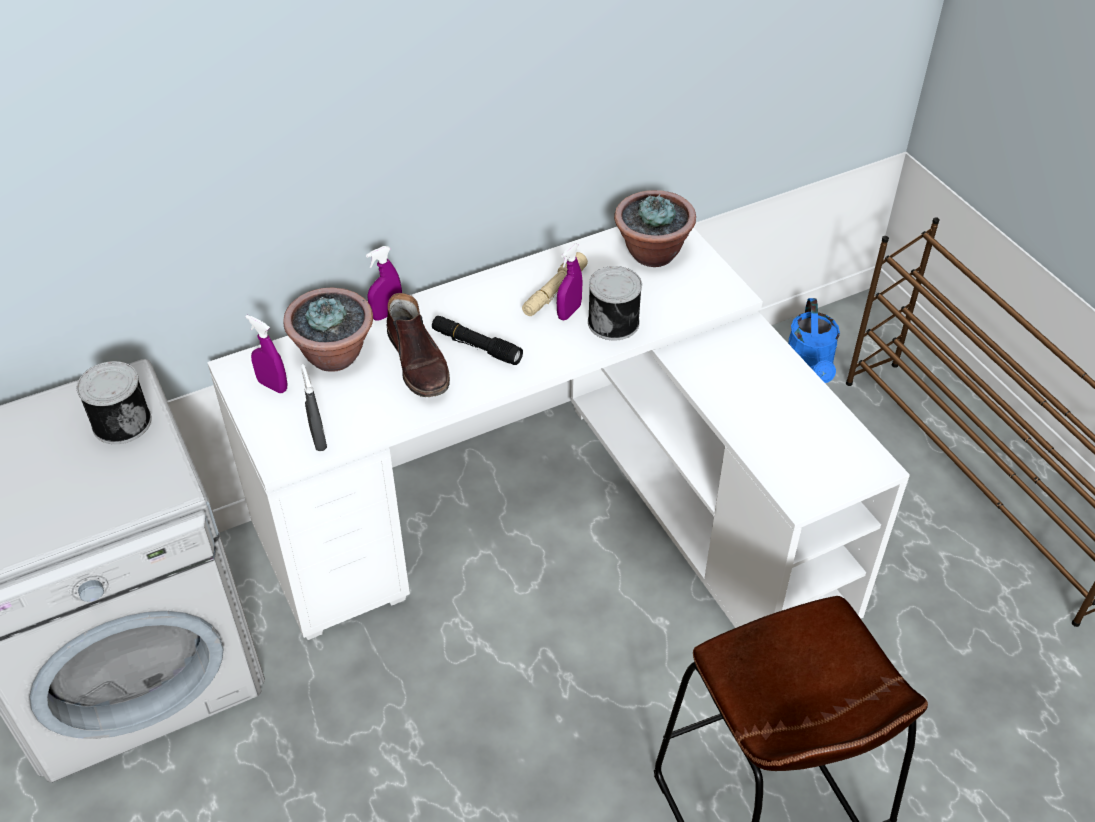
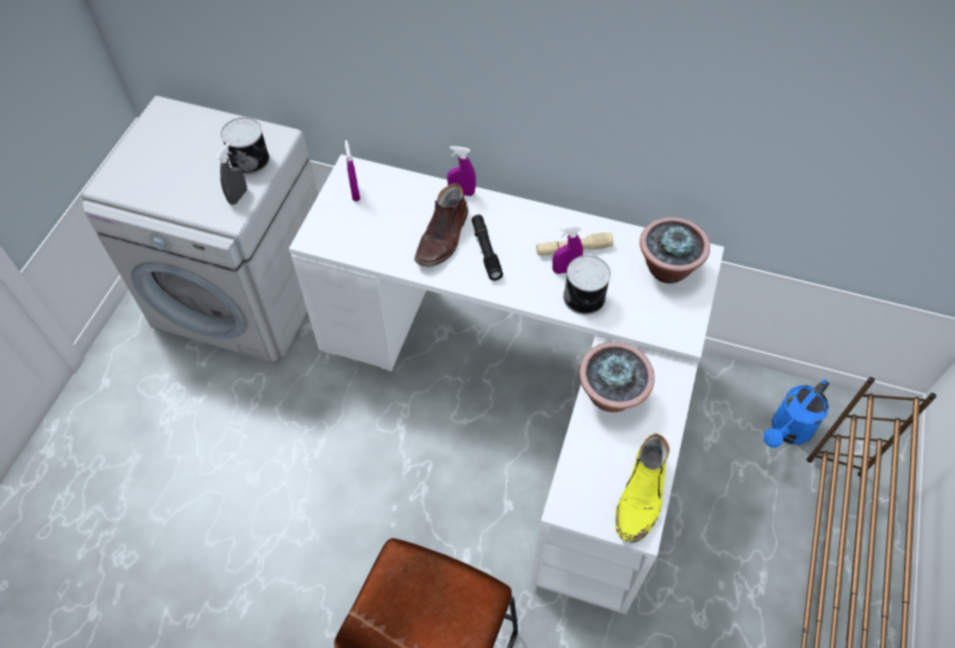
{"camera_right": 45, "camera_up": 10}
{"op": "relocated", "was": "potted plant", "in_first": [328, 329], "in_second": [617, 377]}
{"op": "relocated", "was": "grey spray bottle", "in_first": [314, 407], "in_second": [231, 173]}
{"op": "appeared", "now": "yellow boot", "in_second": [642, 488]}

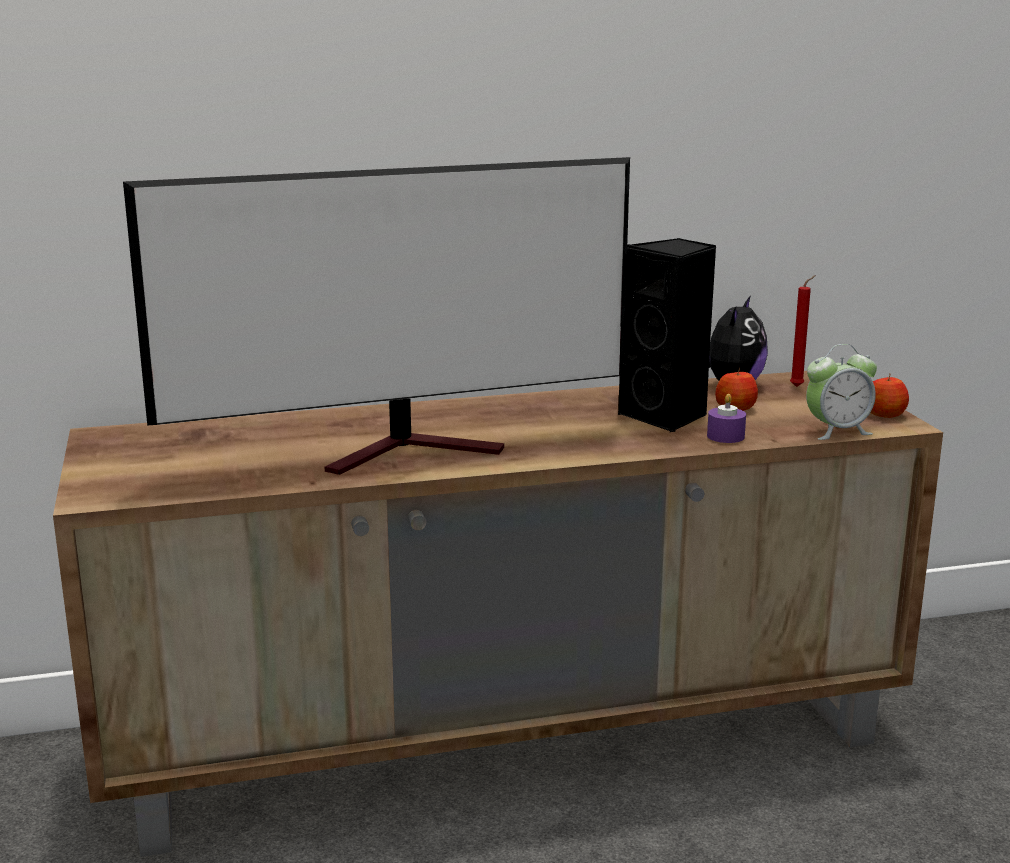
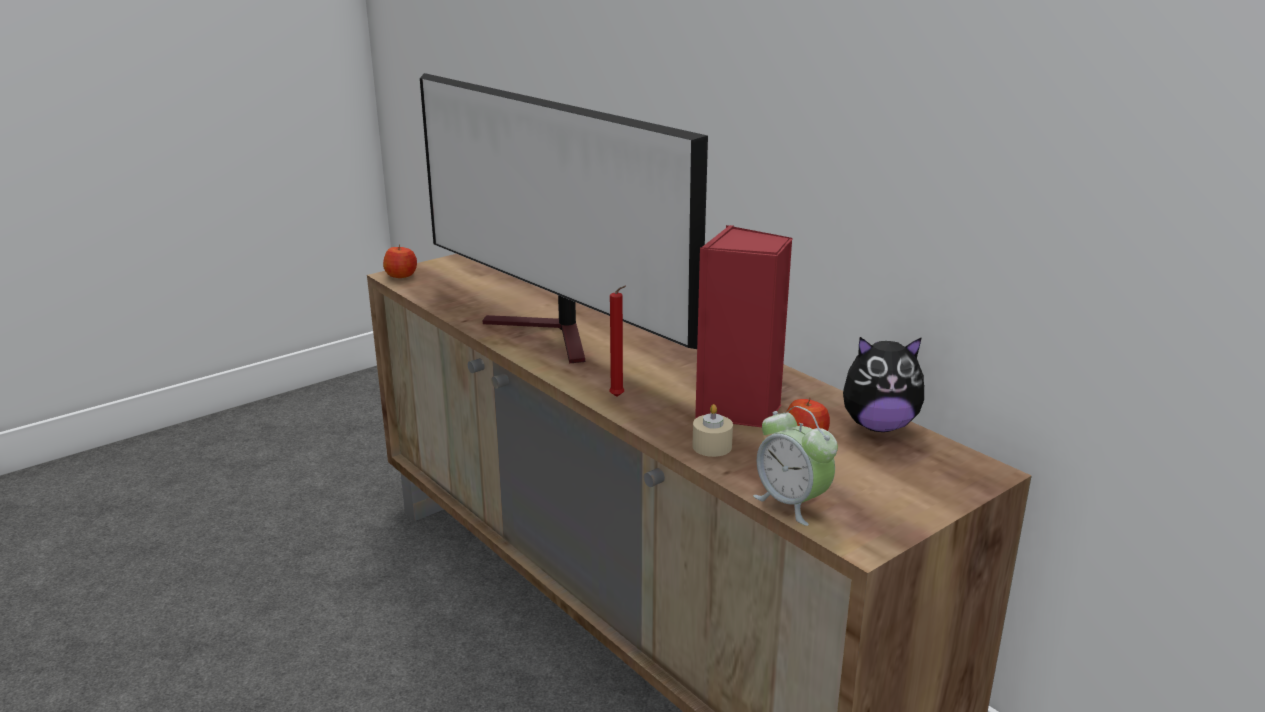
{"camera_right": 65, "camera_up": 5}
{"op": "colour", "was": "black speaker", "now": "red speaker", "in_first": [667, 335], "in_second": [743, 326]}
{"op": "relocated", "was": "red candle", "in_first": [802, 331], "in_second": [617, 341]}
{"op": "relocated", "was": "apple", "in_first": [889, 396], "in_second": [400, 261]}
{"op": "colour", "was": "purple candle", "now": "beige candle", "in_first": [726, 418], "in_second": [712, 430]}

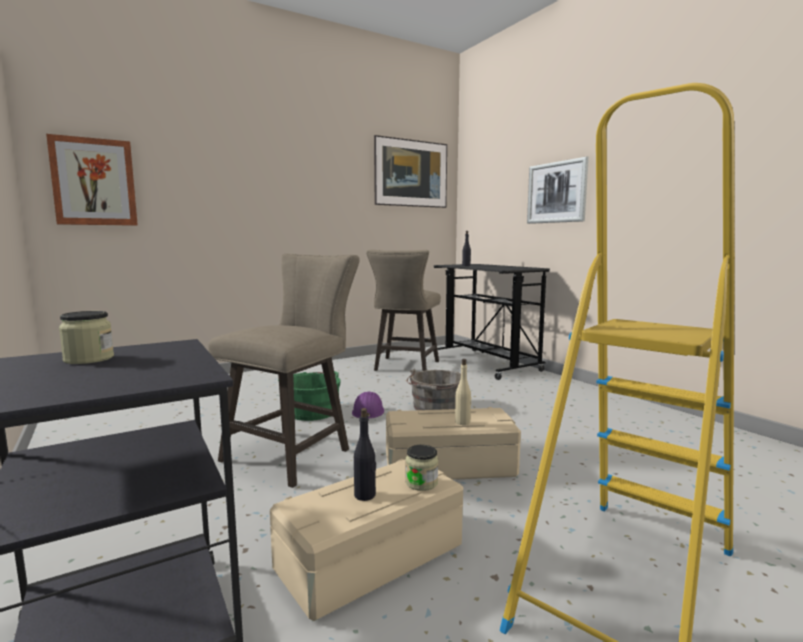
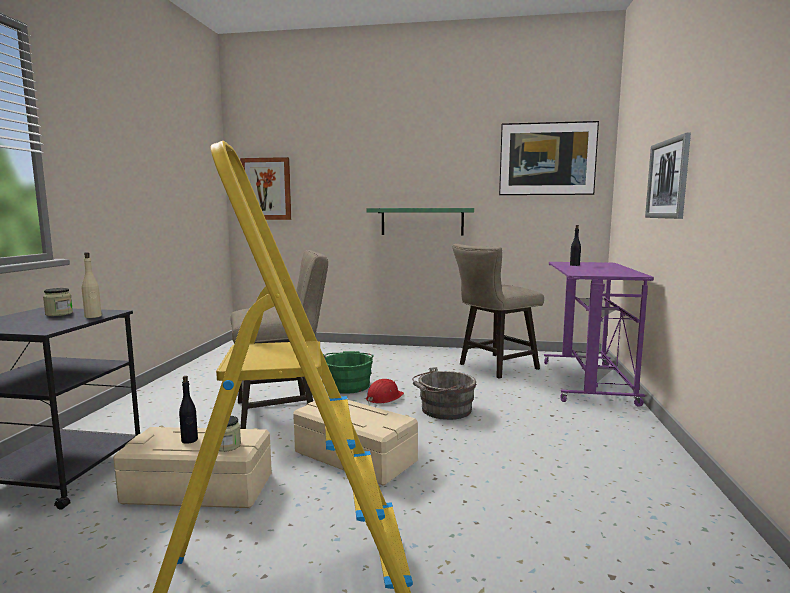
{"camera_right": 40, "camera_up": 0}
{"op": "colour", "was": "black desk", "now": "purple desk", "in_first": [492, 322], "in_second": [599, 334]}
{"op": "relocated", "was": "beige bottle", "in_first": [463, 392], "in_second": [92, 285]}
{"op": "colour", "was": "purple hard hat", "now": "red hard hat", "in_first": [368, 405], "in_second": [385, 391]}
{"op": "appeared", "now": "green shelf", "in_second": [420, 221]}

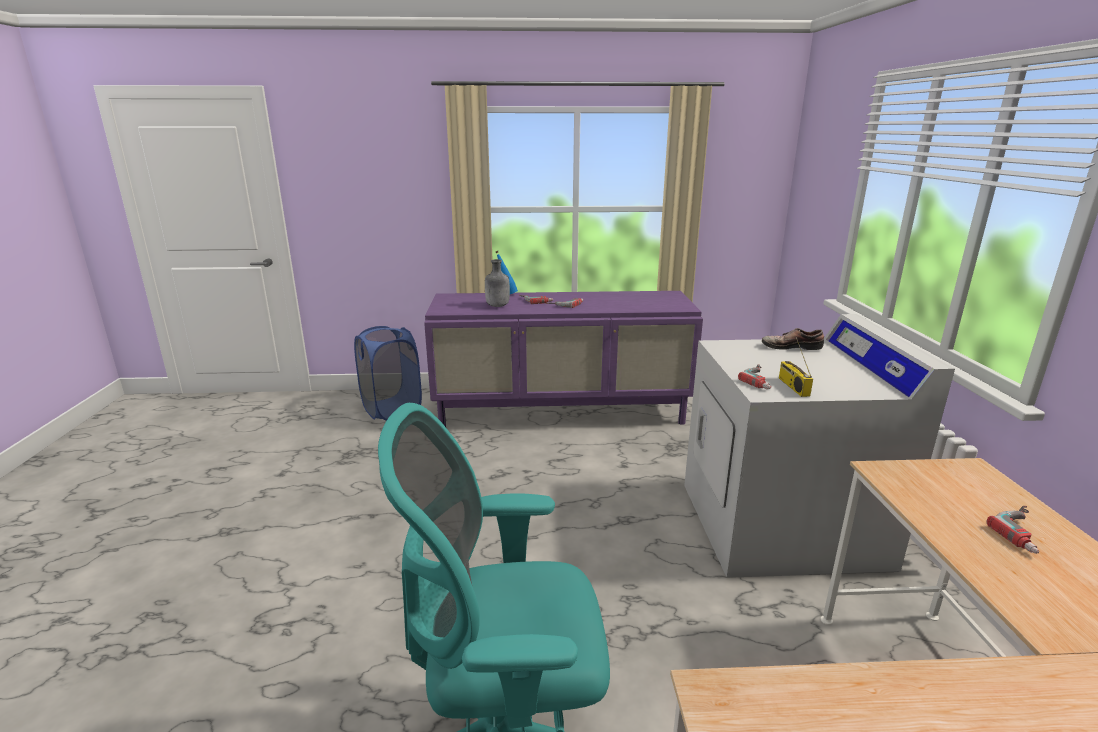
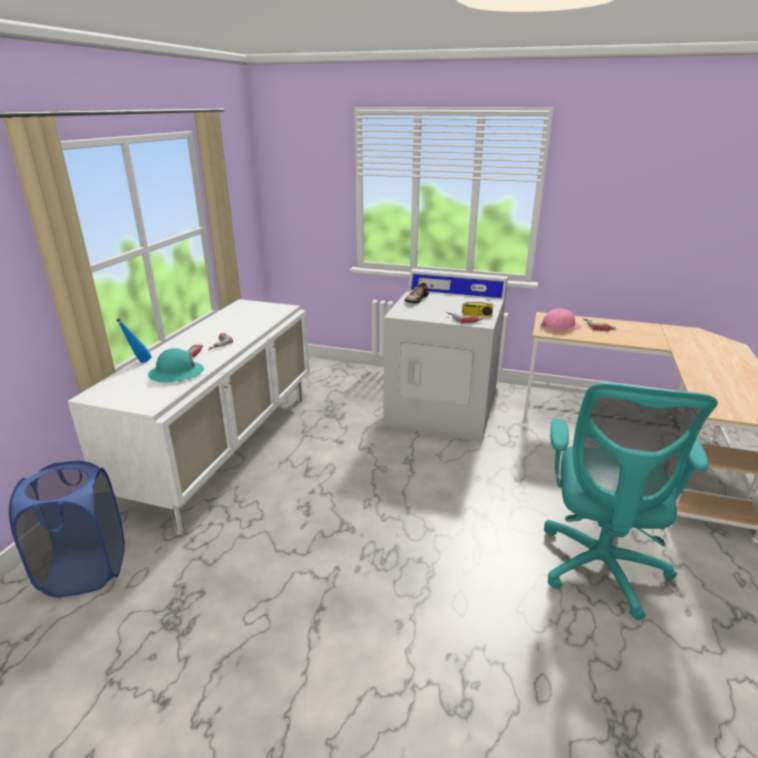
{"camera_right": -70, "camera_up": 5}
{"op": "exchanged", "was": "grey bottle", "now": "turquoise hard hat", "in_first": [497, 283], "in_second": [176, 365]}
{"op": "colour", "was": "purple cabinet", "now": "white cabinet", "in_first": [563, 359], "in_second": [189, 417]}
{"op": "appeared", "now": "pink hard hat", "in_second": [561, 320]}

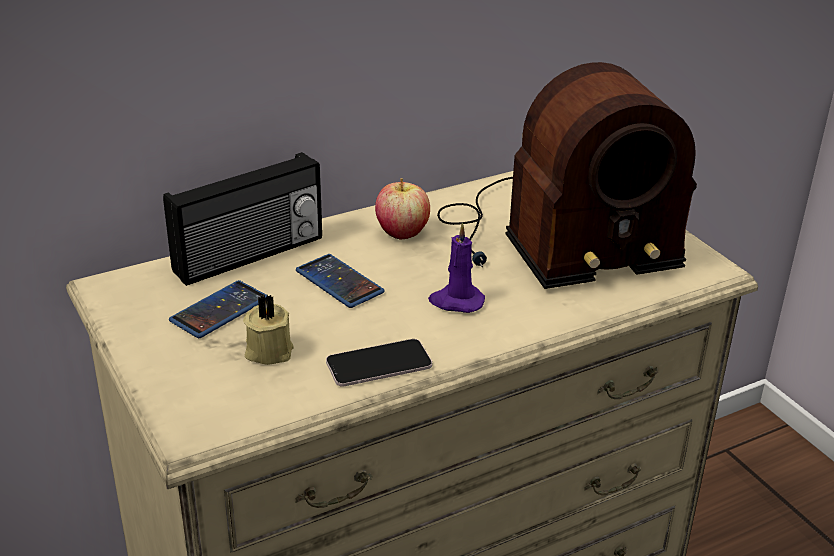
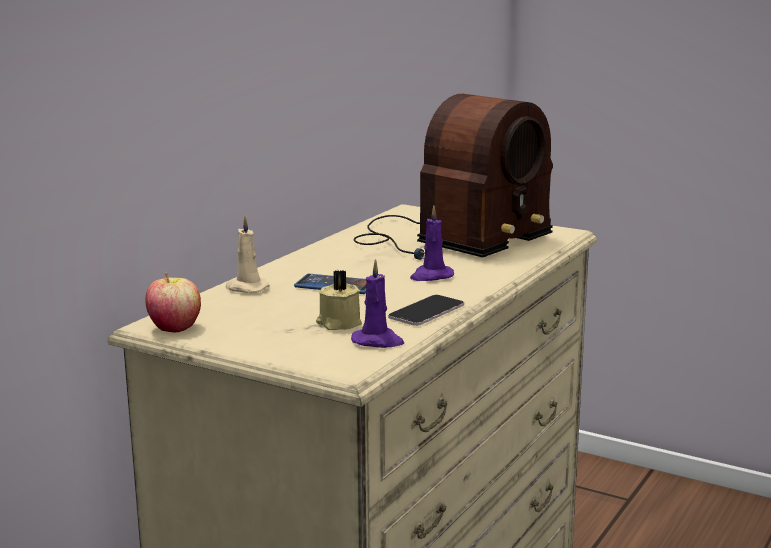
{"camera_right": -30, "camera_up": -15}
{"op": "exchanged", "was": "radio", "now": "beige candle", "in_first": [242, 219], "in_second": [247, 254]}
{"op": "relocated", "was": "apple", "in_first": [402, 209], "in_second": [173, 302]}
{"op": "missing", "was": "phone", "in_first": [218, 309]}
{"op": "appeared", "now": "purple candle", "in_second": [377, 303]}

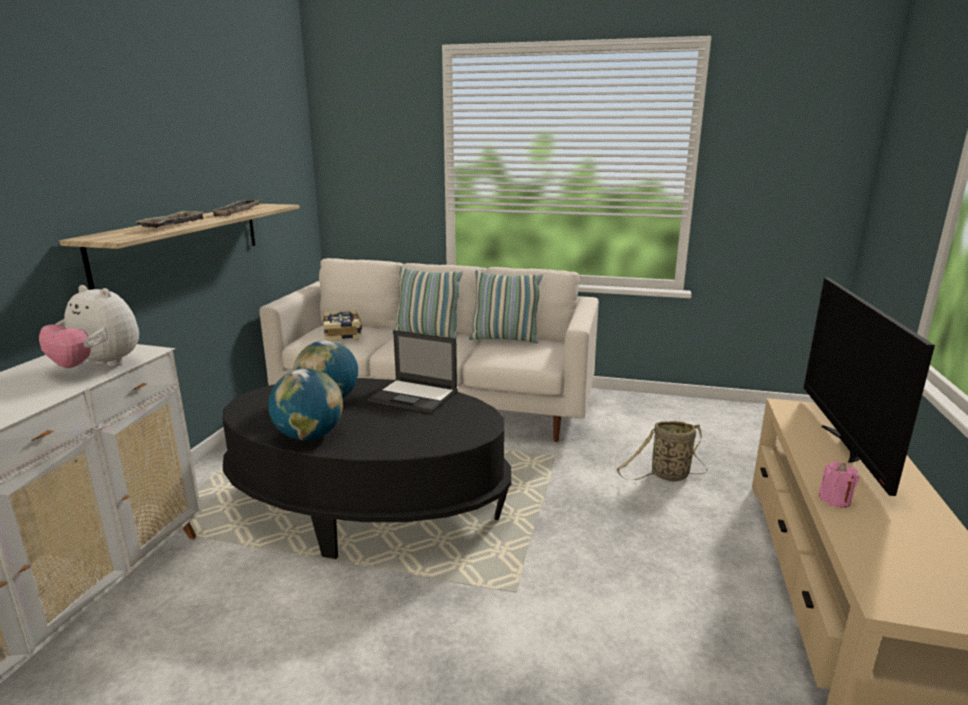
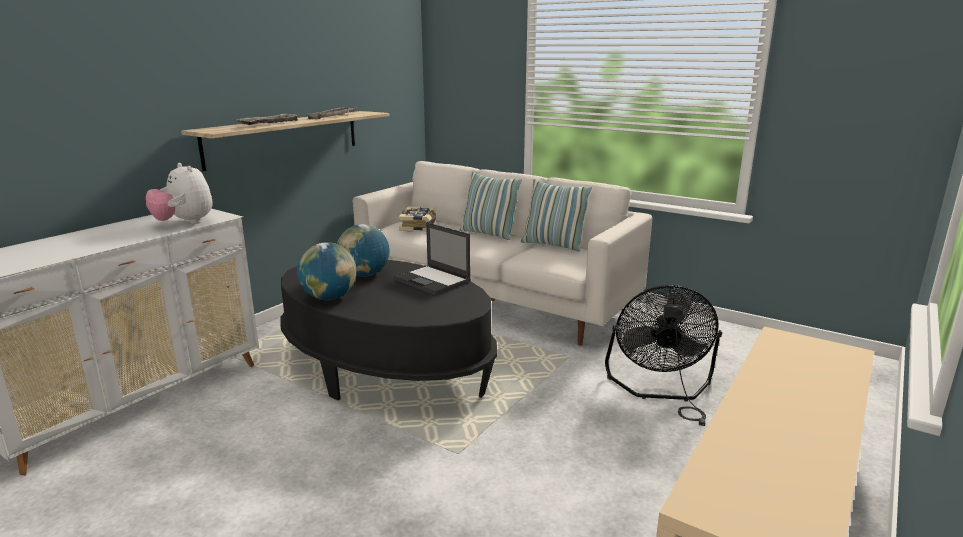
{"camera_right": 20, "camera_up": 0}
{"op": "missing", "was": "television", "in_first": [869, 387]}
{"op": "exchanged", "was": "basket", "now": "black fan", "in_first": [662, 451], "in_second": [663, 355]}
{"op": "missing", "was": "pink candle", "in_first": [839, 484]}

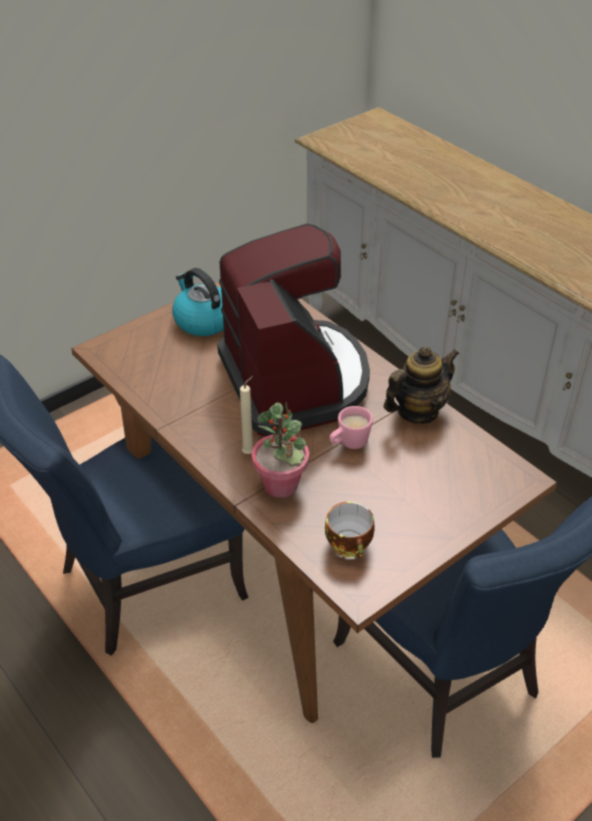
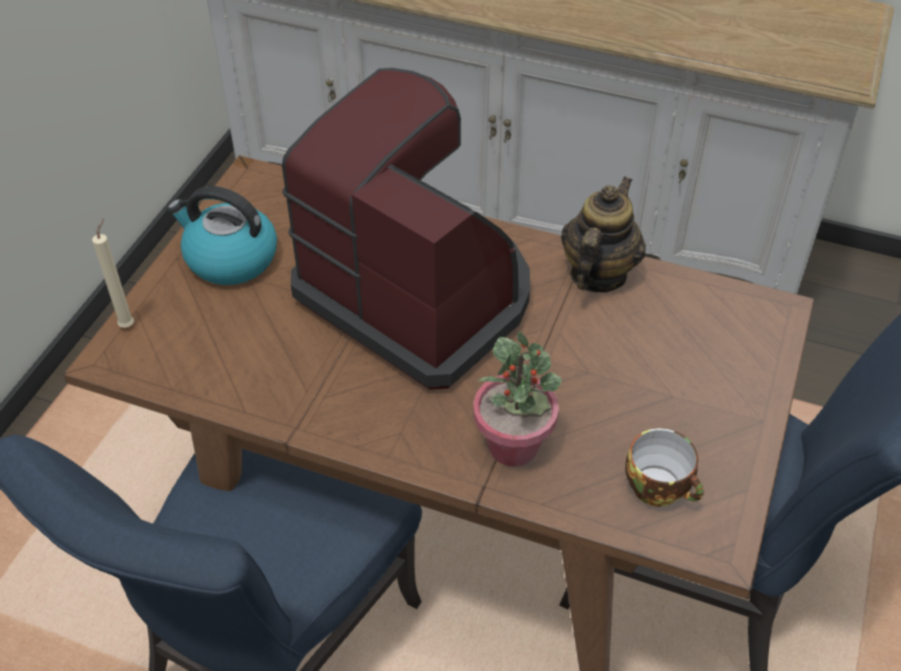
{"camera_right": -30, "camera_up": 5}
{"op": "relocated", "was": "beige candle", "in_first": [246, 415], "in_second": [113, 273]}
{"op": "missing", "was": "pink mug", "in_first": [351, 427]}

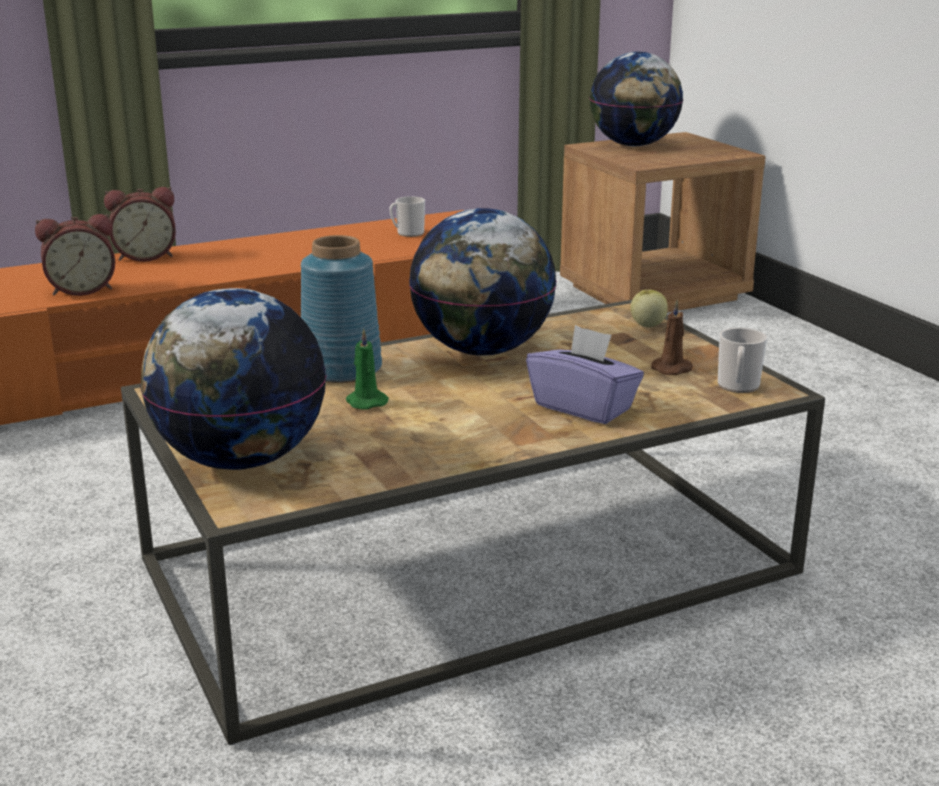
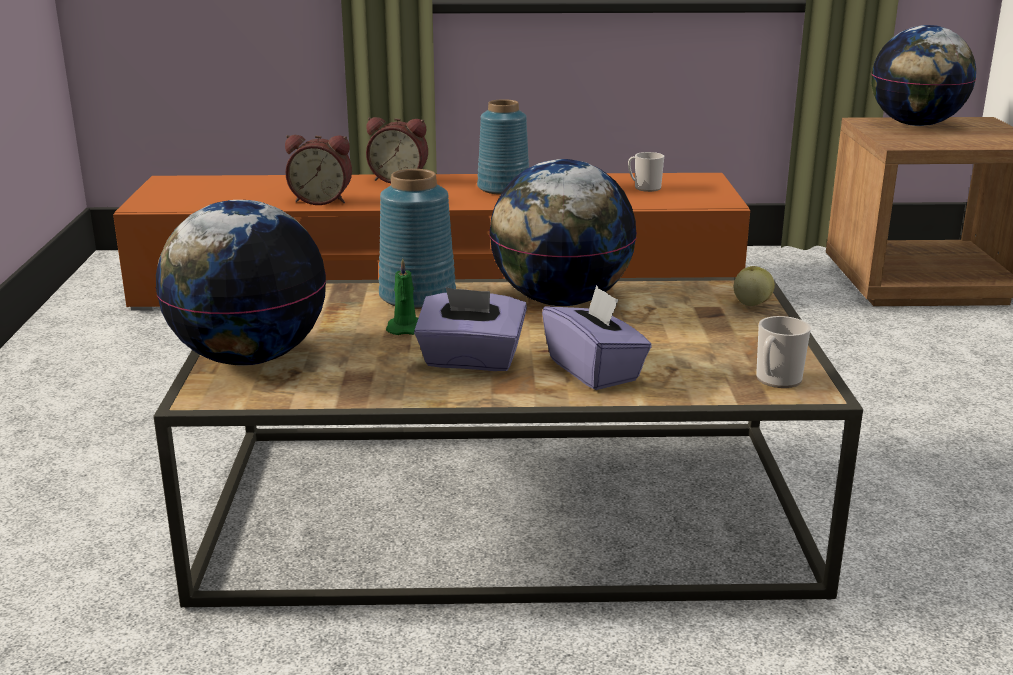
{"camera_right": 25, "camera_up": 0}
{"op": "missing", "was": "brown candle", "in_first": [672, 337]}
{"op": "appeared", "now": "blue vase", "in_second": [503, 147]}
{"op": "appeared", "now": "purple tissue box", "in_second": [470, 329]}

